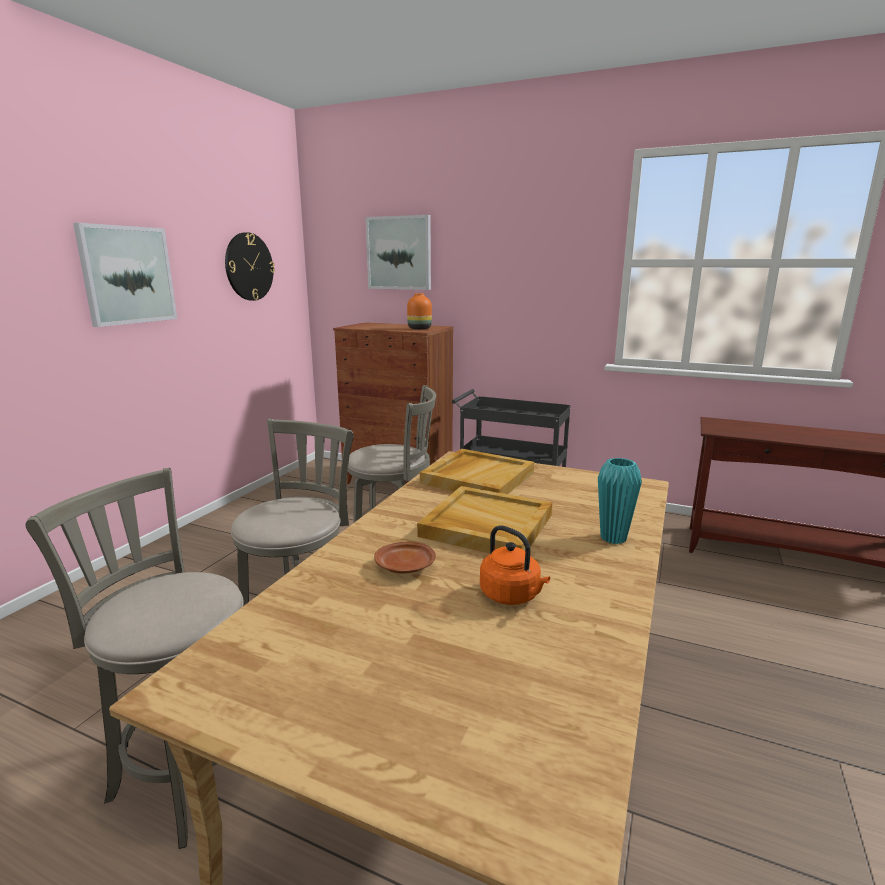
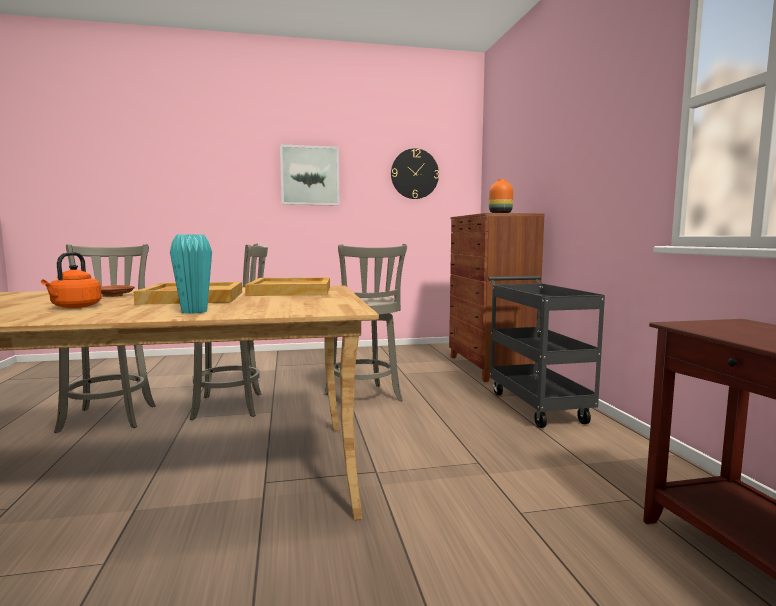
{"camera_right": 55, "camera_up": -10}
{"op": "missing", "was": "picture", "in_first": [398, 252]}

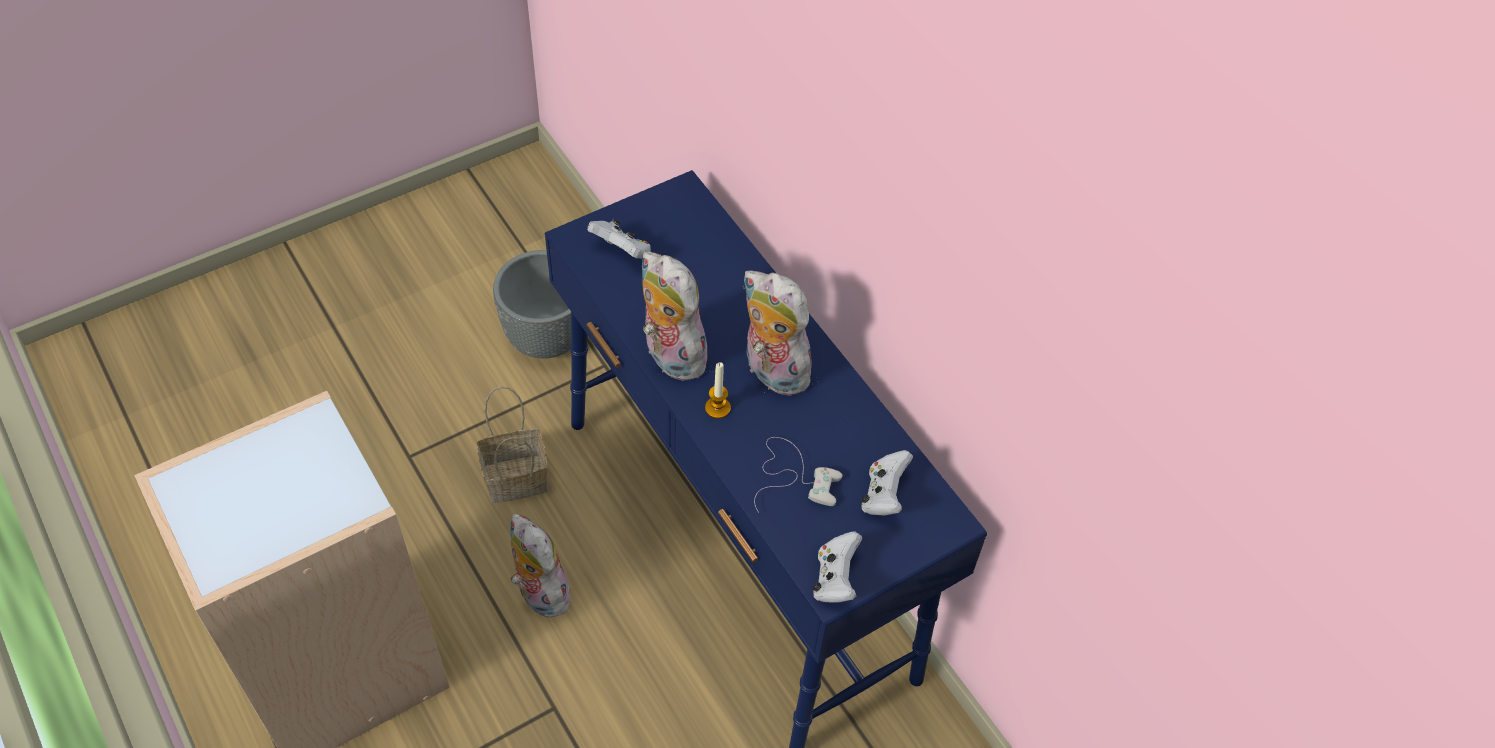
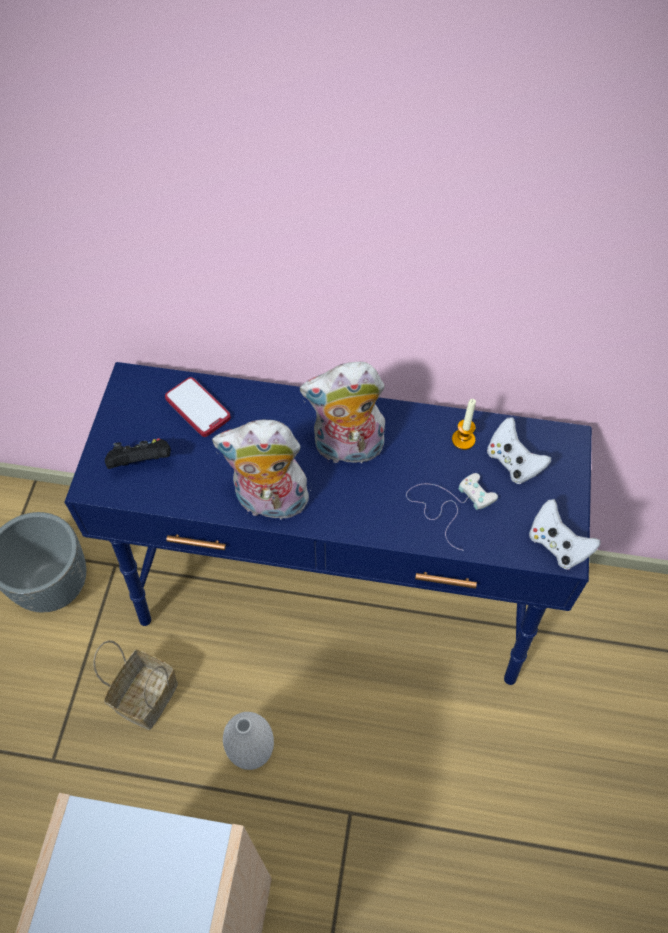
{"camera_right": -45, "camera_up": 5}
{"op": "colour", "was": "white game controller", "now": "black game controller", "in_first": [619, 239], "in_second": [138, 453]}
{"op": "relocated", "was": "candle", "in_first": [718, 390], "in_second": [464, 424]}
{"op": "exchanged", "was": "plush toy", "now": "white vase", "in_first": [541, 566], "in_second": [248, 741]}
{"op": "appeared", "now": "phone", "in_second": [198, 407]}

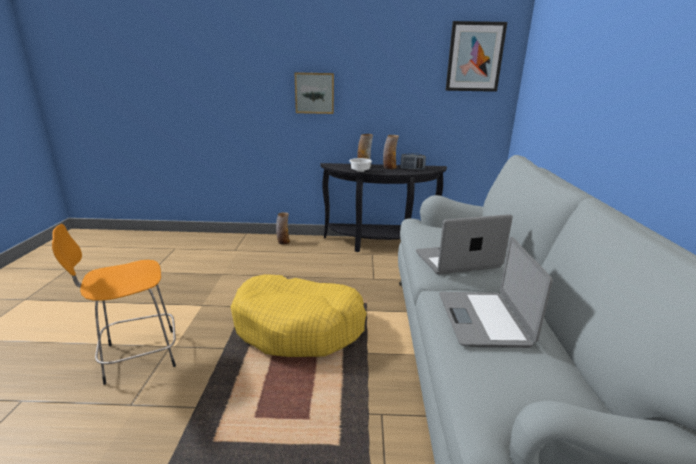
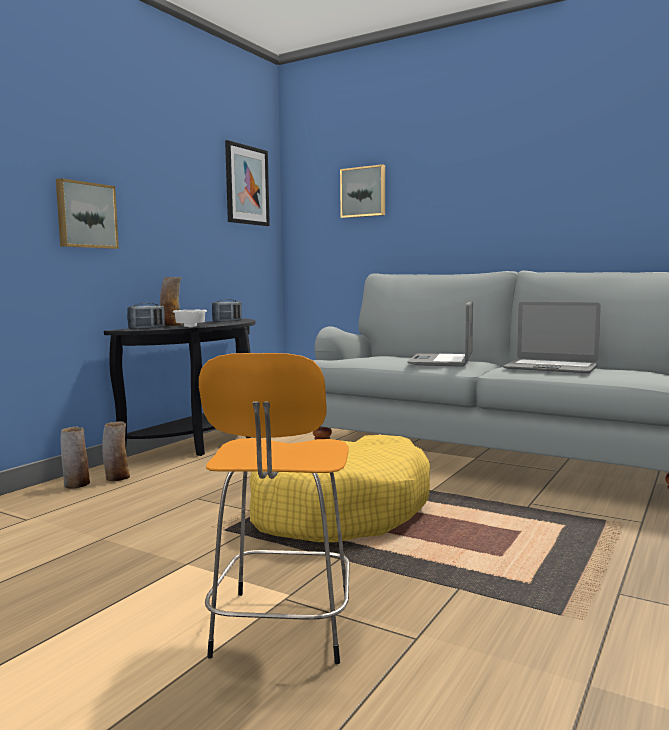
{"camera_right": -60, "camera_up": -15}
{"op": "relocated", "was": "vase", "in_first": [391, 152], "in_second": [116, 451]}
{"op": "appeared", "now": "picture", "in_second": [362, 191]}
{"op": "appeared", "now": "radio", "in_second": [146, 316]}

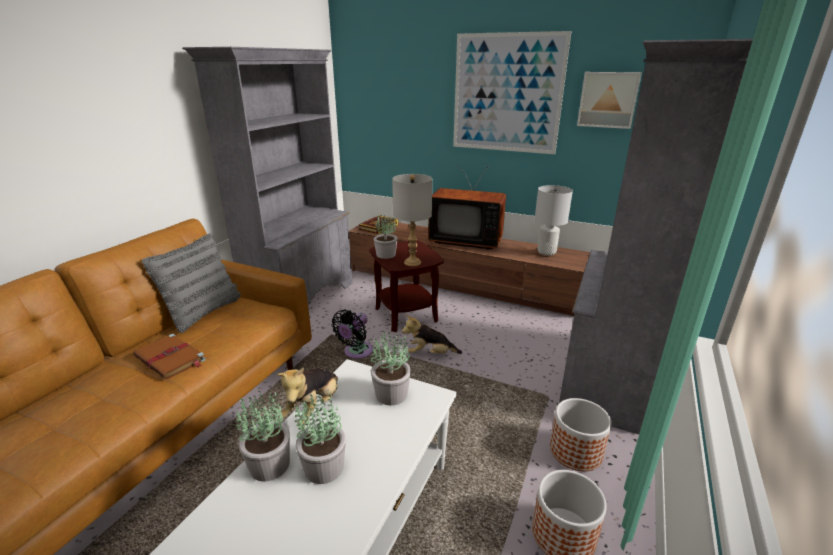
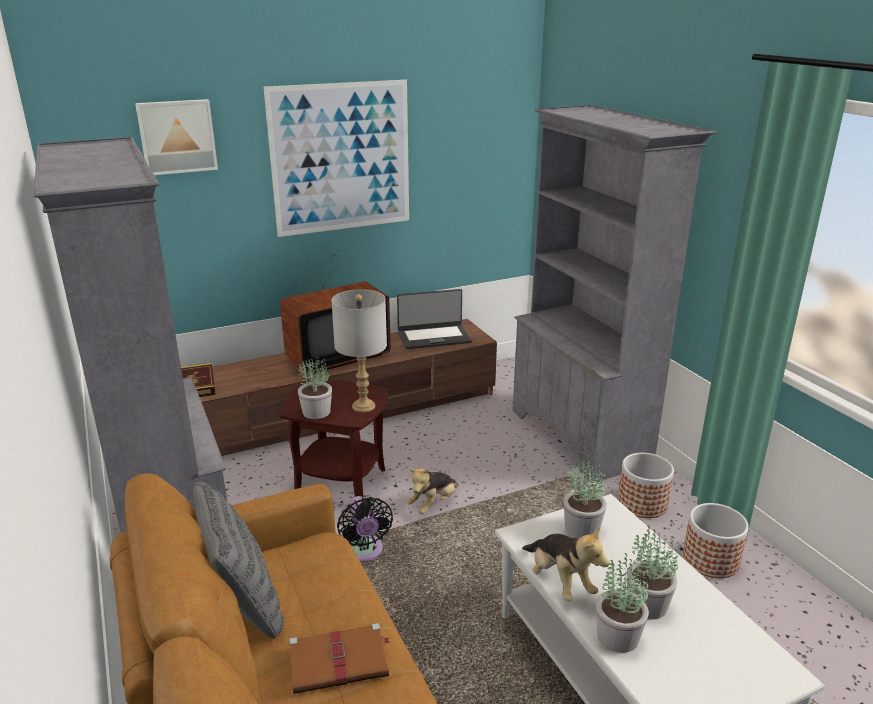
{"camera_right": -50, "camera_up": 0}
{"op": "relocated", "was": "picture", "in_first": [609, 100], "in_second": [176, 137]}
{"op": "exchanged", "was": "grey table lamp", "now": "laptop", "in_first": [554, 220], "in_second": [434, 319]}

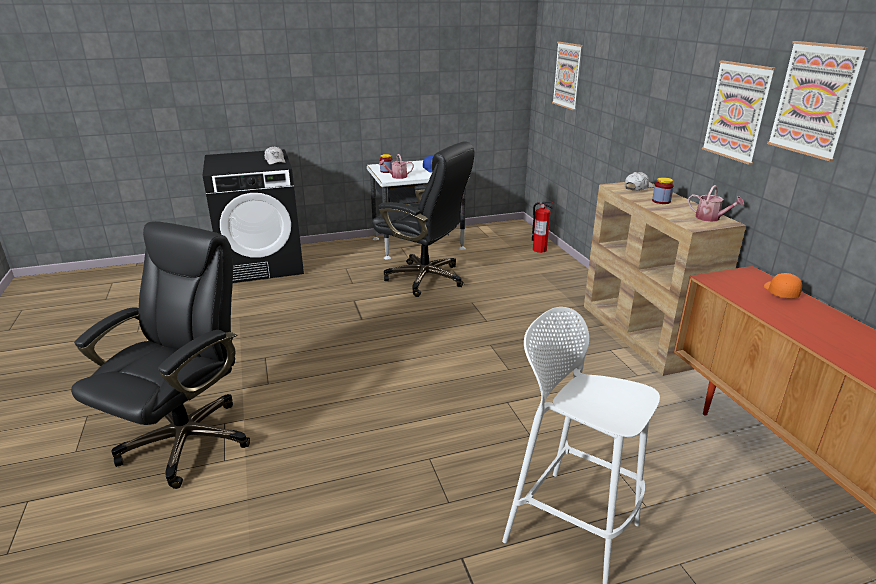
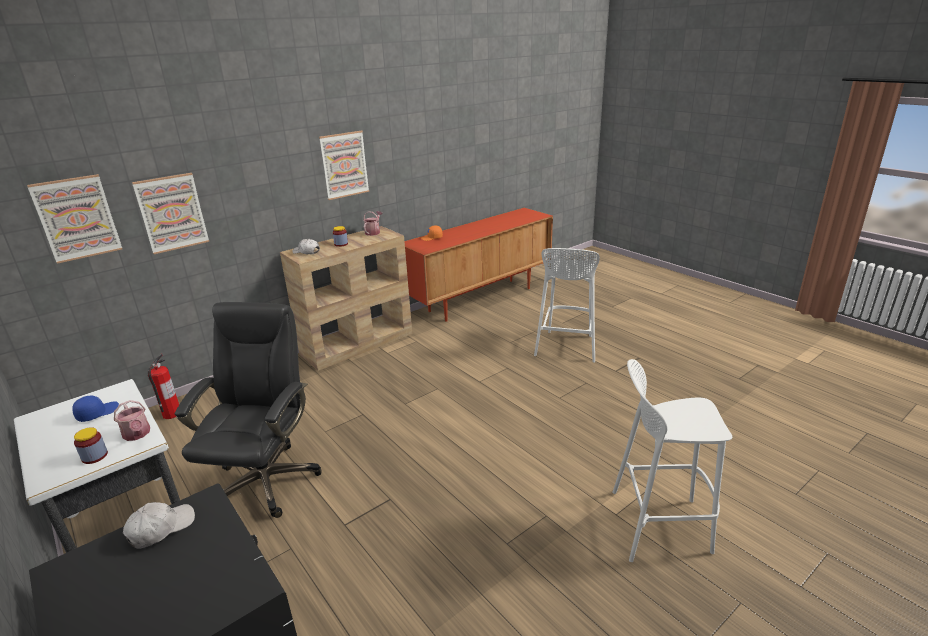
{"camera_right": -110, "camera_up": 0}
{"op": "relocated", "was": "picture", "in_first": [817, 101], "in_second": [170, 213]}
{"op": "exchanged", "was": "black office chair", "now": "white stool", "in_first": [160, 355], "in_second": [672, 460]}

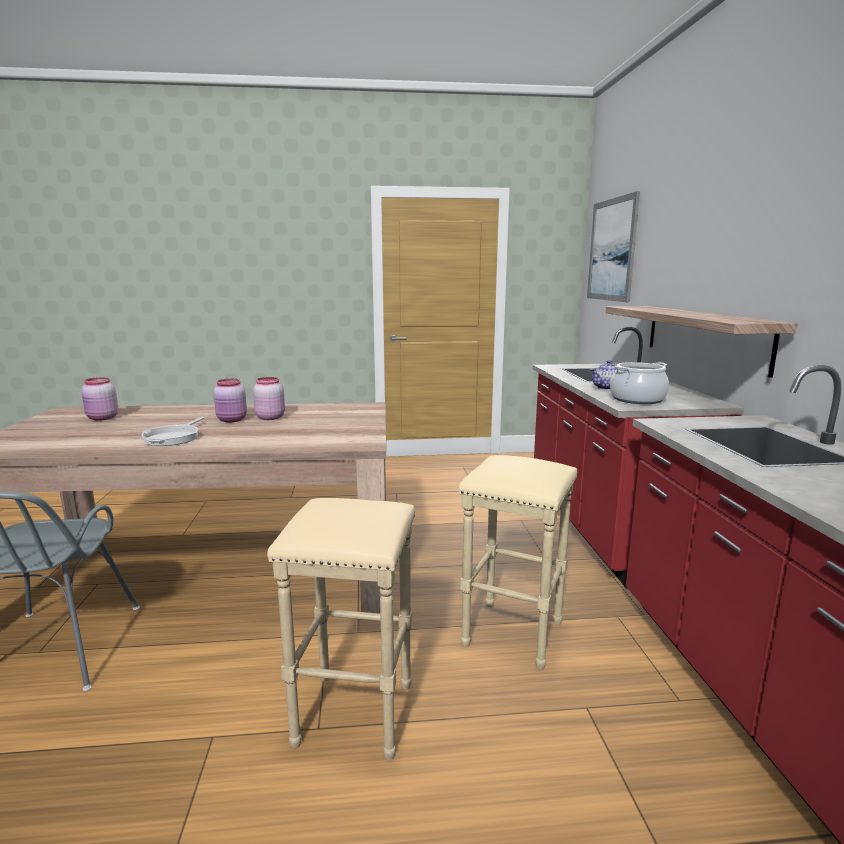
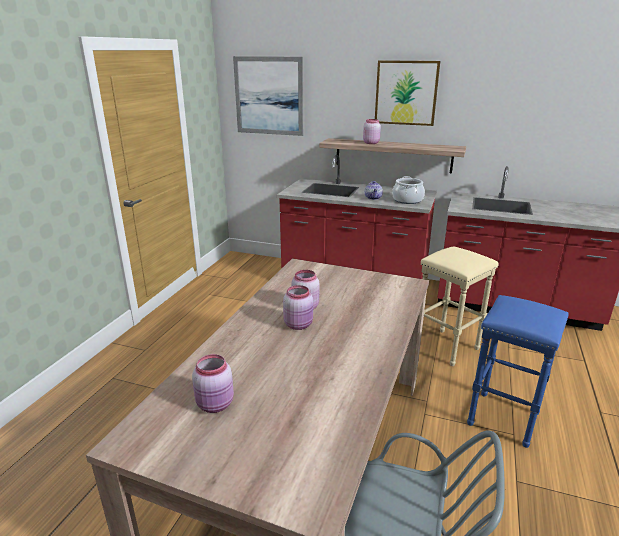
{"camera_right": -65, "camera_up": 10}
{"op": "missing", "was": "frying pan", "in_first": [173, 431]}
{"op": "colour", "was": "beige stool", "now": "blue stool", "in_first": [341, 629], "in_second": [518, 371]}
{"op": "appeared", "now": "picture", "in_second": [407, 93]}
{"op": "appeared", "now": "pink jar", "in_second": [372, 131]}

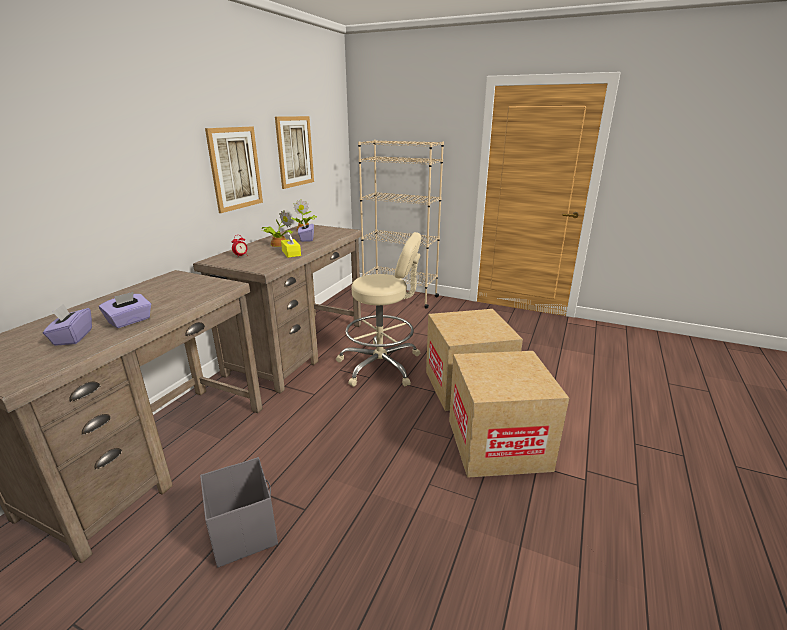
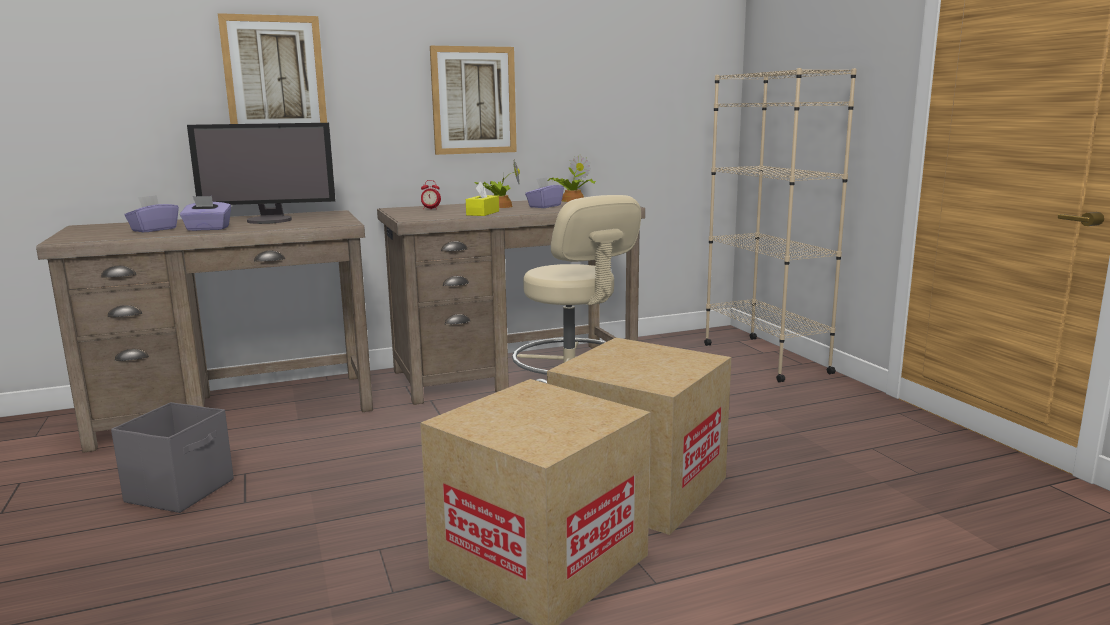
{"camera_right": 45, "camera_up": -10}
{"op": "relocated", "was": "picture", "in_first": [294, 152], "in_second": [272, 68]}
{"op": "appeared", "now": "monitor", "in_second": [261, 173]}

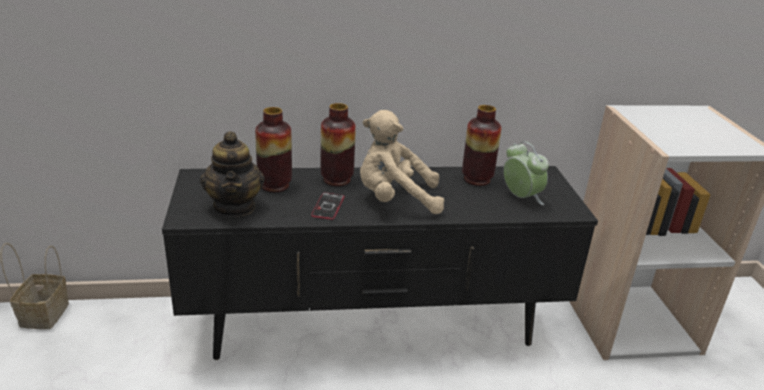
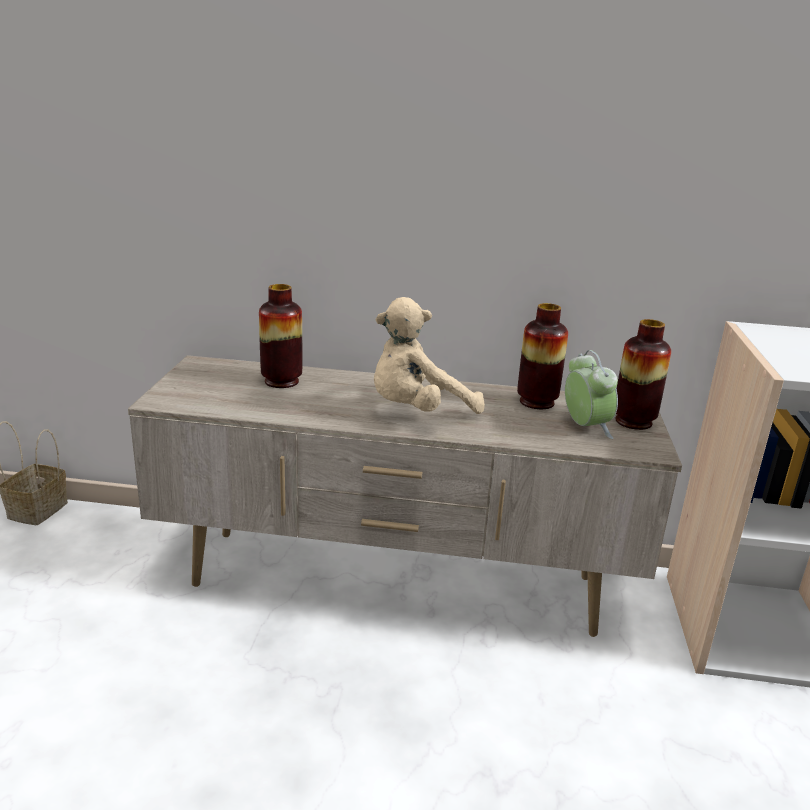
{"camera_right": 15, "camera_up": -5}
{"op": "relocated", "was": "vase", "in_first": [338, 144], "in_second": [643, 374]}
{"op": "spun", "was": "beige plush toy", "in_first": [402, 162], "in_second": [429, 355], "clockwise": -45}
{"op": "missing", "was": "teapot", "in_first": [232, 174]}
{"op": "colour", "was": "black tv stand", "now": "beige tv stand", "in_first": [380, 263], "in_second": [405, 496]}
{"op": "missing", "was": "phone", "in_first": [328, 206]}

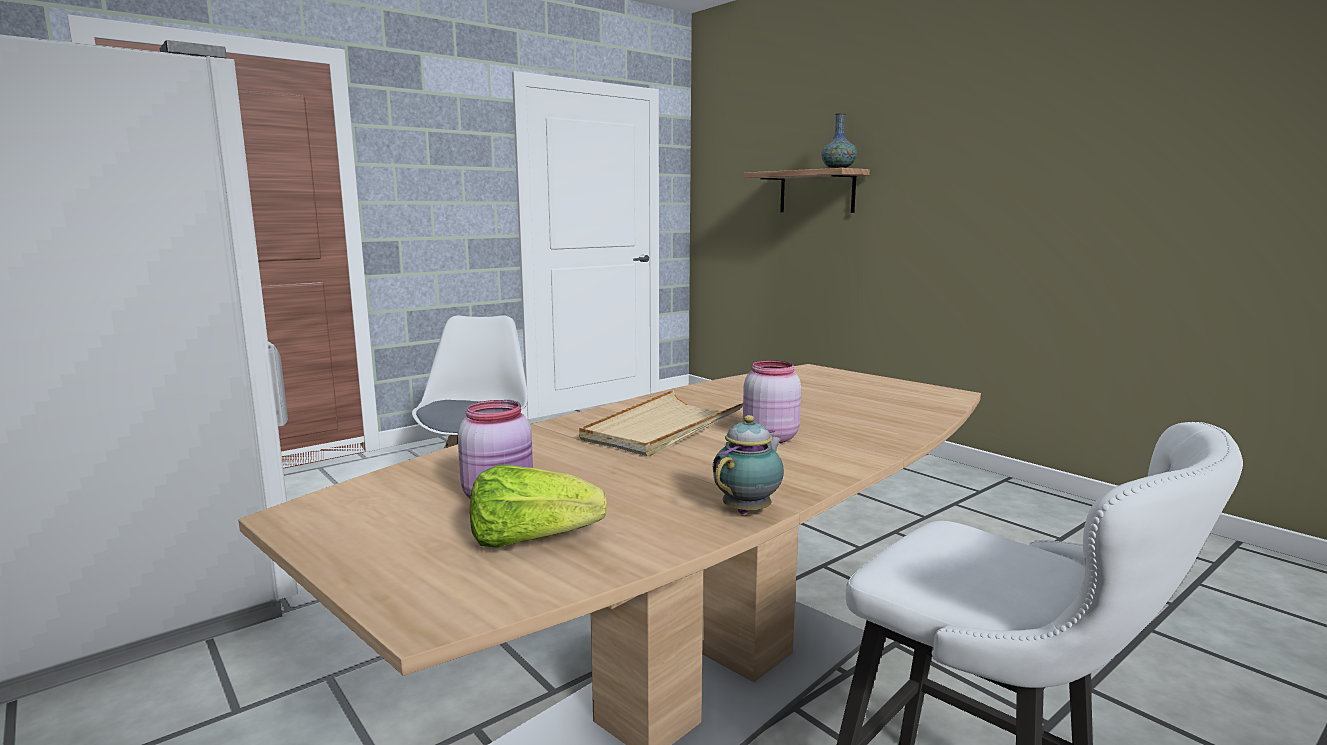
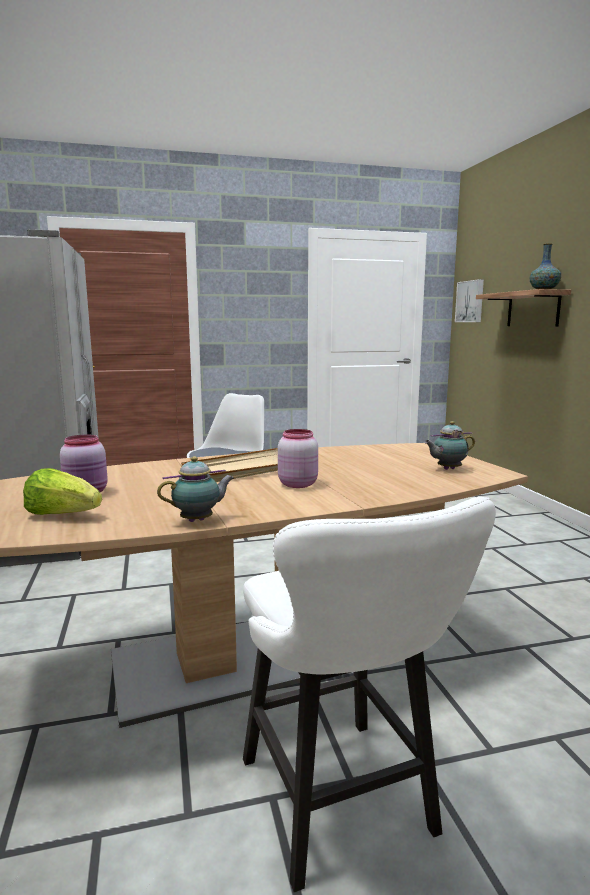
{"camera_right": 25, "camera_up": 0}
{"op": "appeared", "now": "picture", "in_second": [469, 300]}
{"op": "appeared", "now": "teapot", "in_second": [449, 445]}

